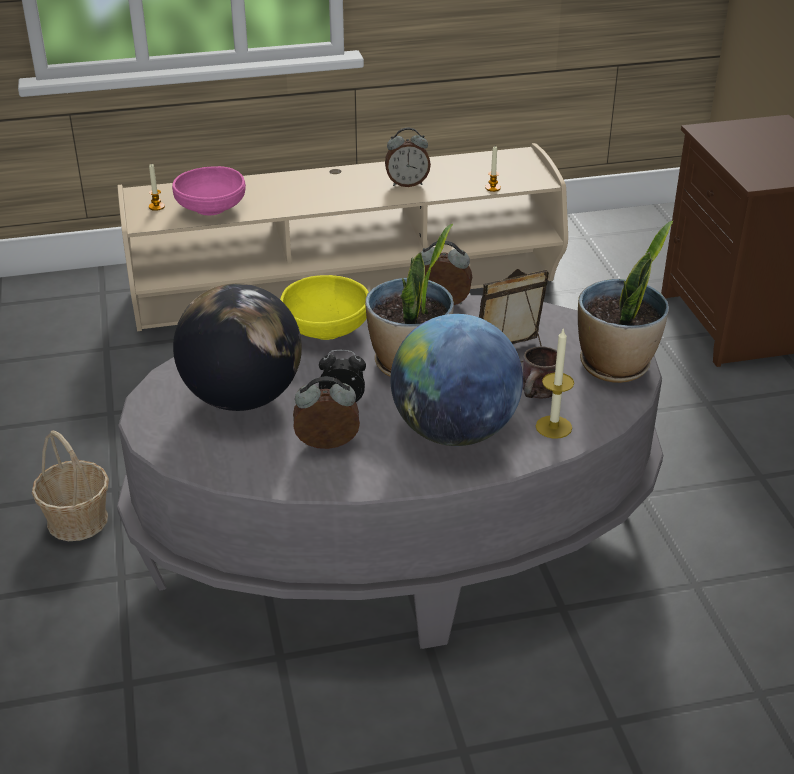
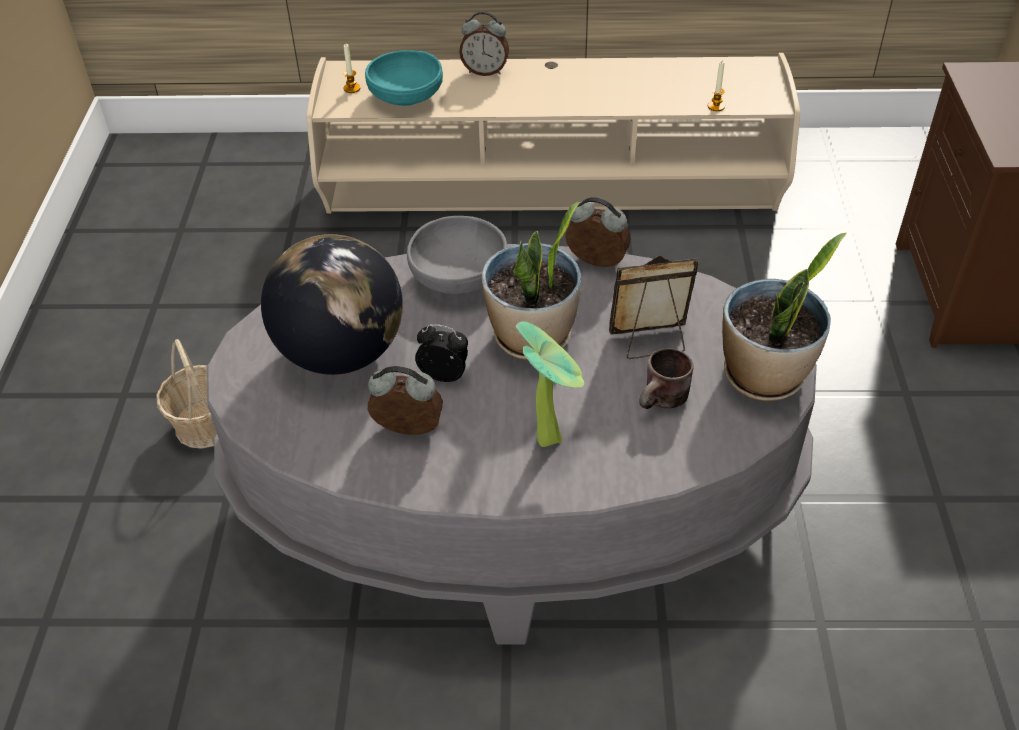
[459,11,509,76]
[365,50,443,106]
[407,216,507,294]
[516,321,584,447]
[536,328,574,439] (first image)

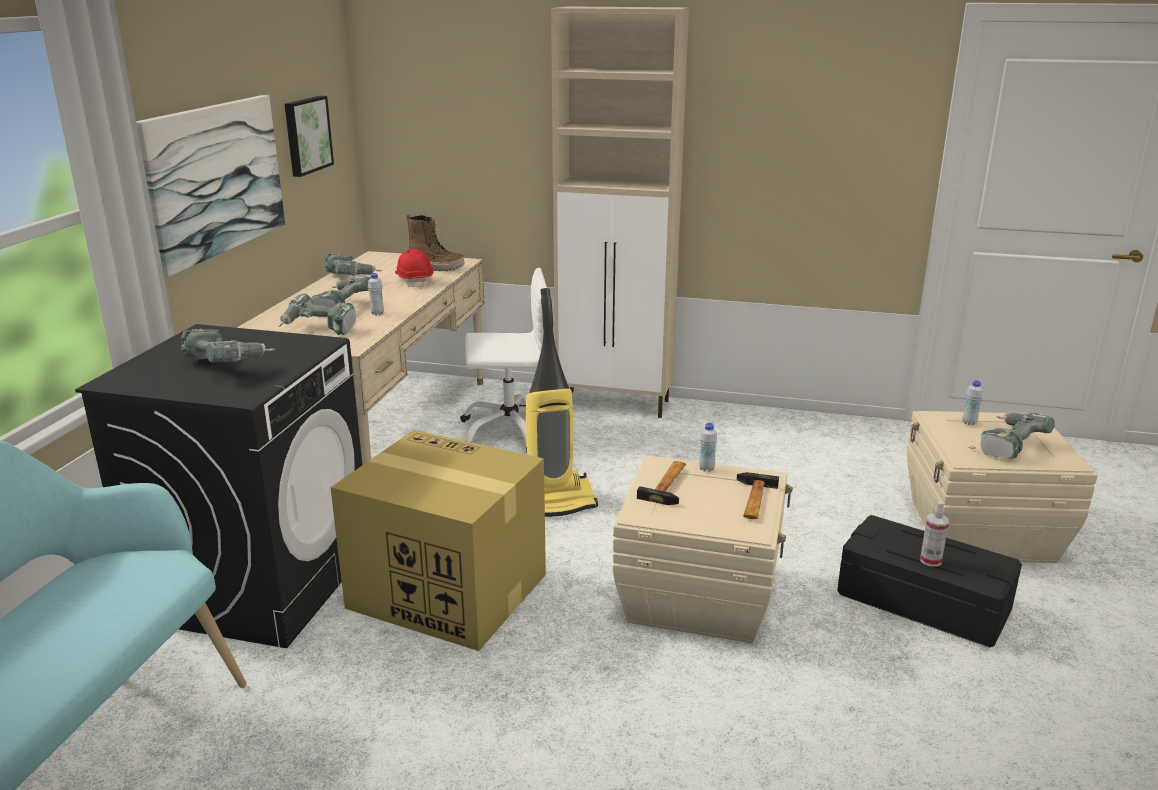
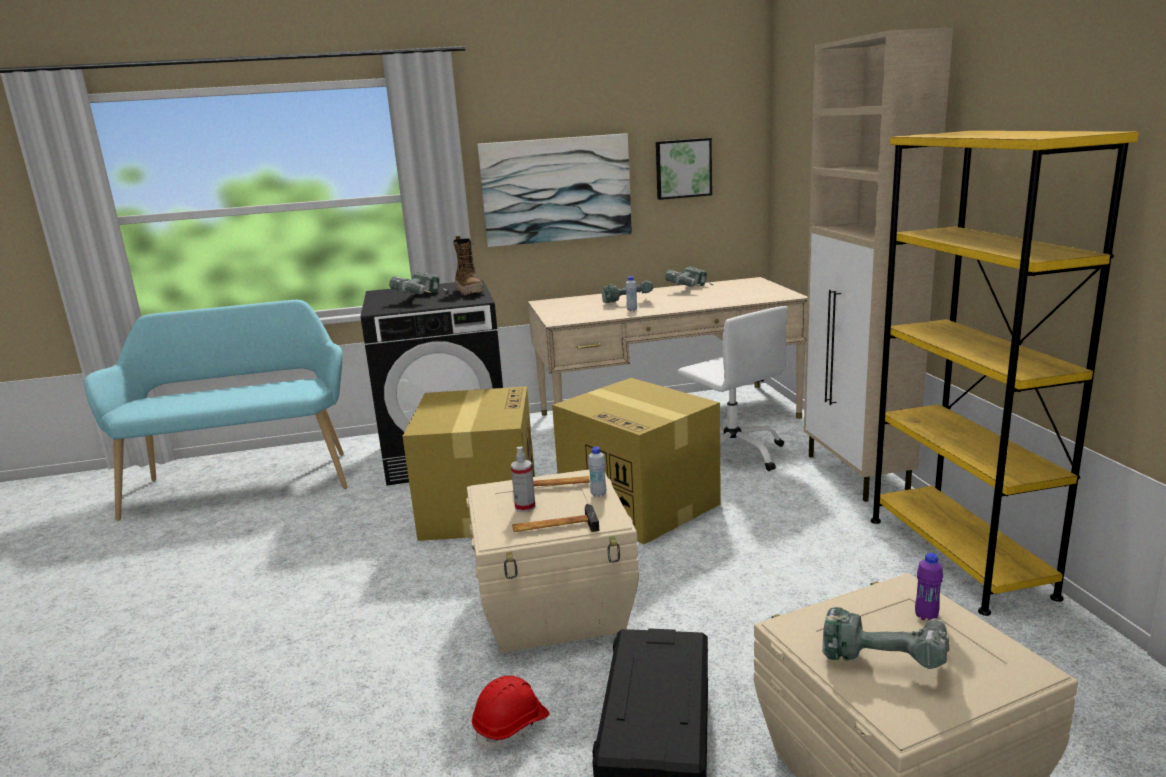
[453,236,484,295]
[472,675,550,751]
[552,378,721,545]
[278,293,356,337] (first image)
[915,553,943,620]
[511,447,535,512]
[871,131,1139,616]

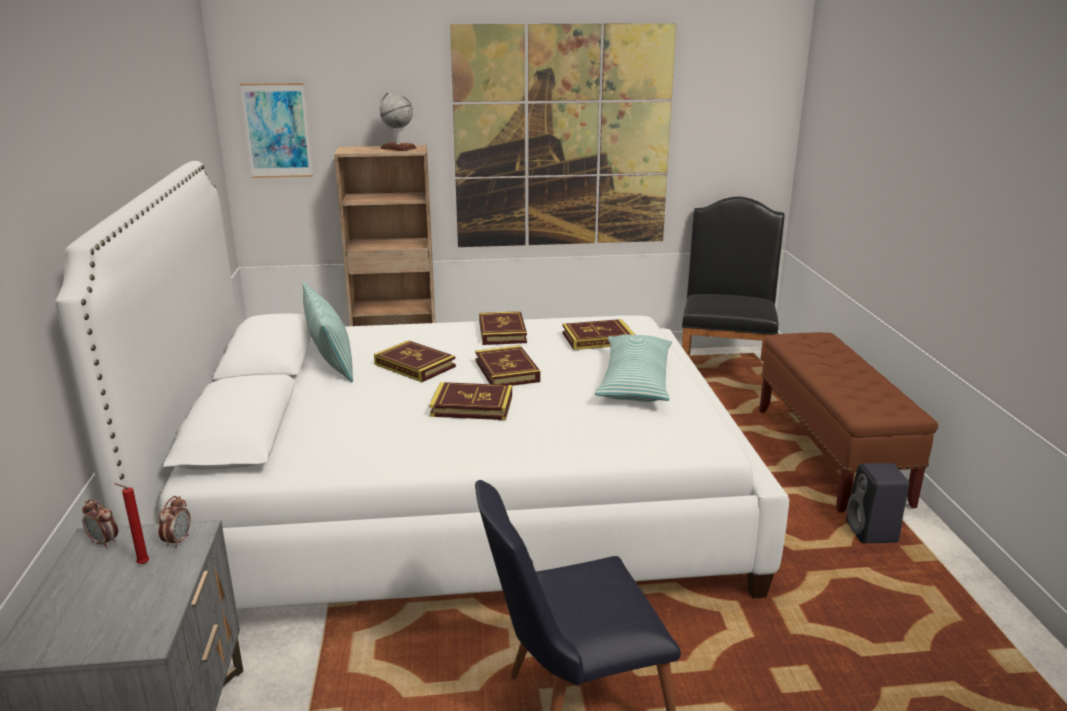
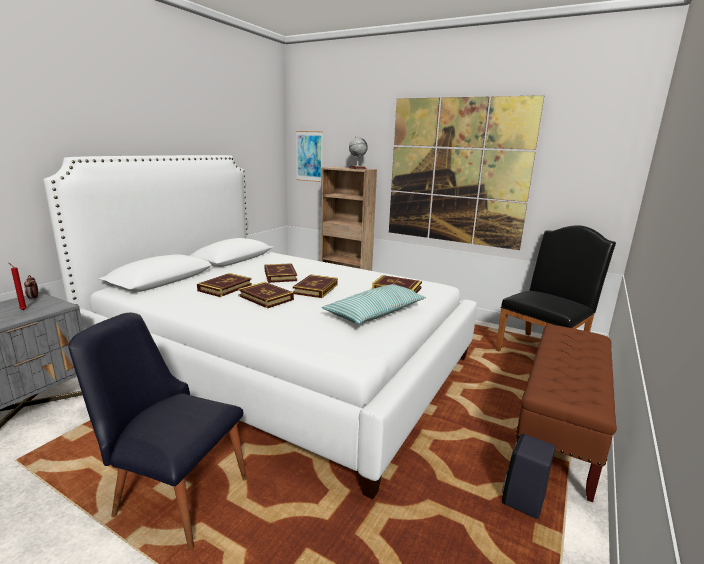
[303,282,353,382] (first image)
[197,273,252,297]
[158,496,191,548] (first image)

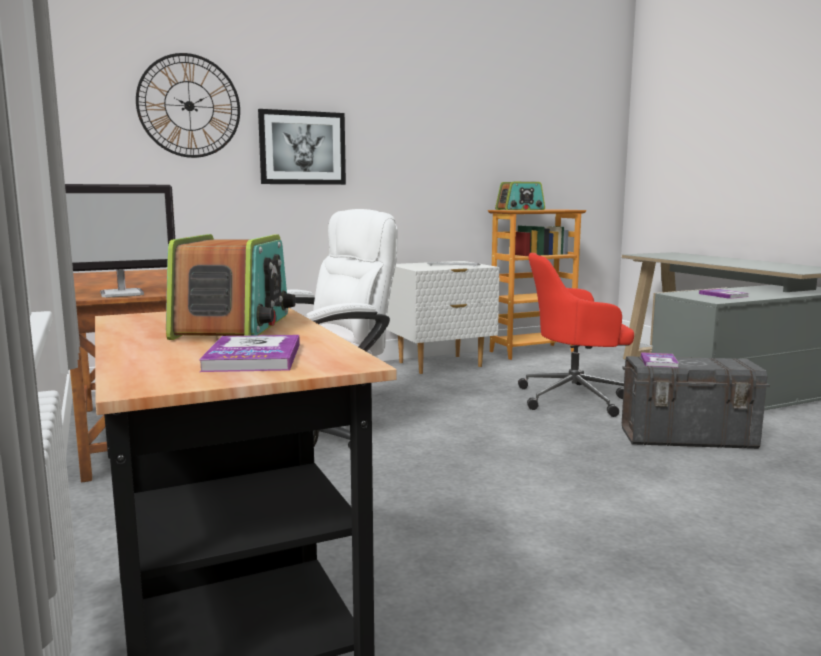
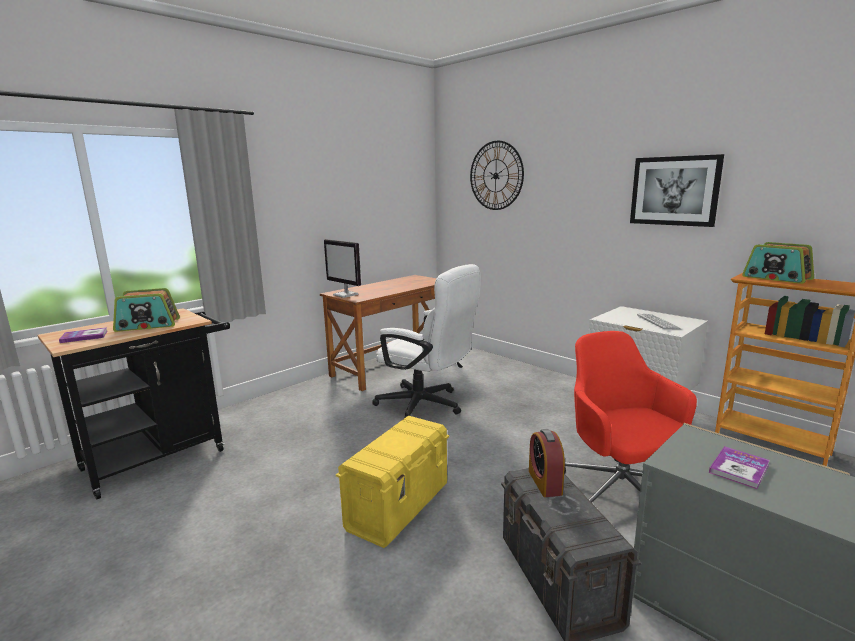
[630,154,724,227]
[529,429,565,497]
[336,415,449,548]

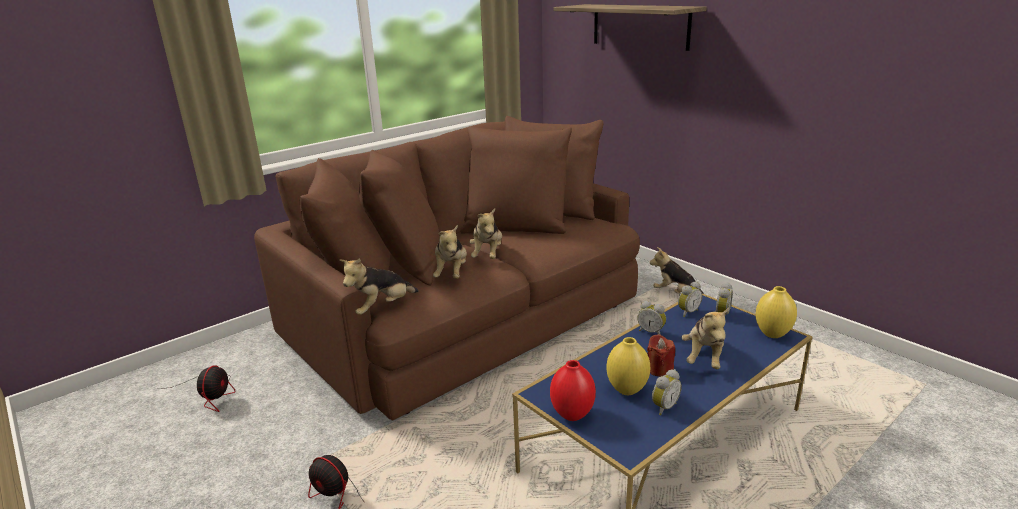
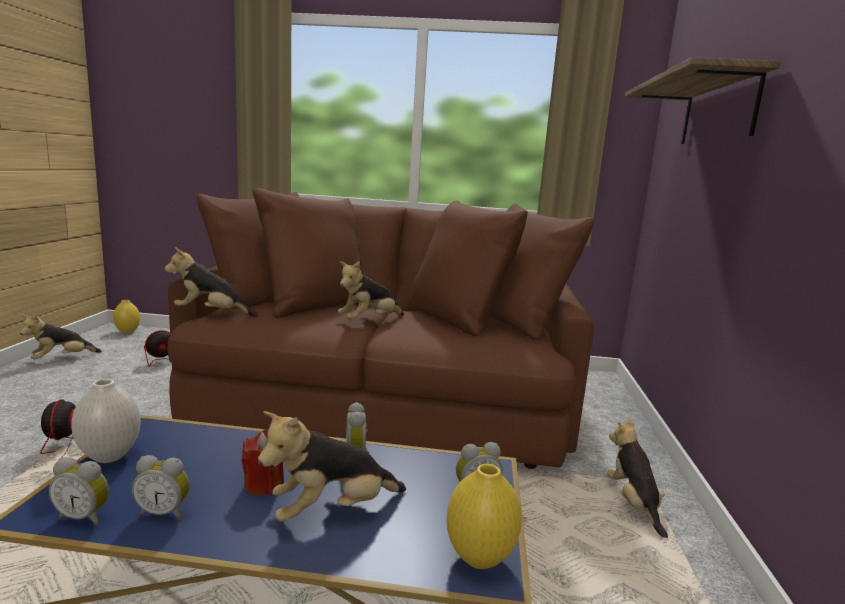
[20,315,102,359]
[49,457,109,525]
[113,300,140,334]
[71,379,141,463]

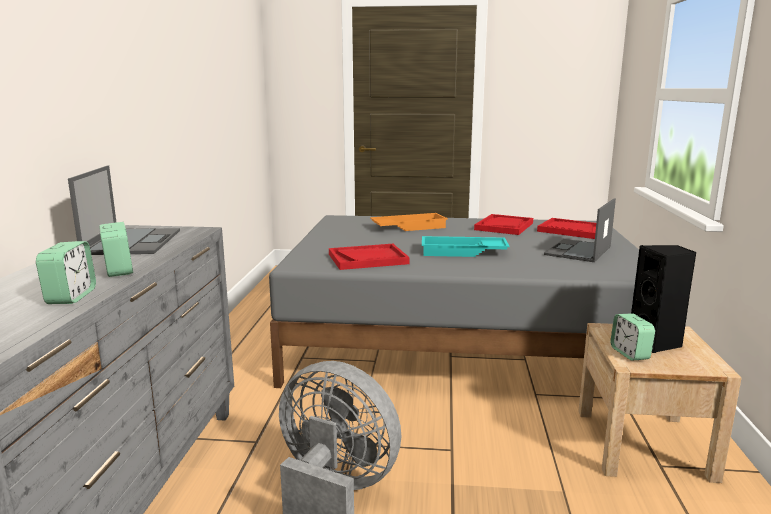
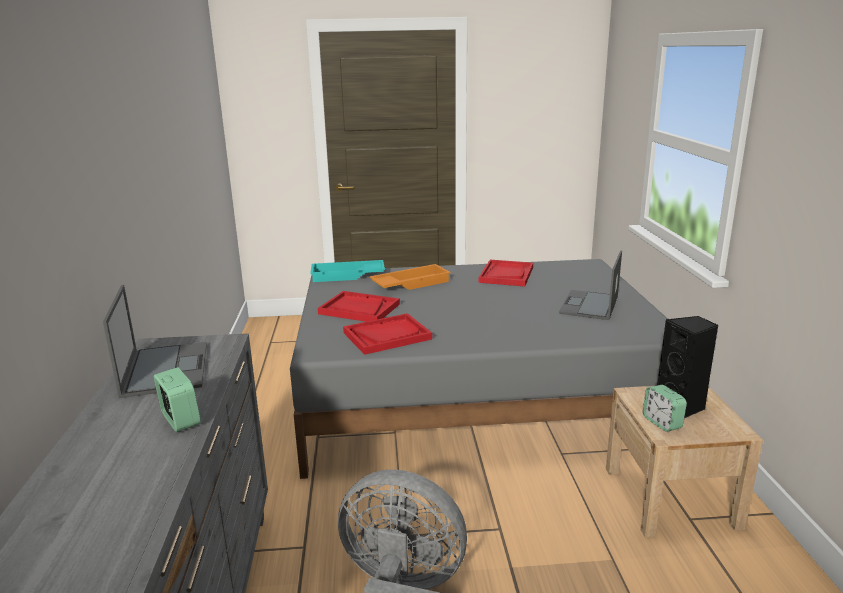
[318,291,400,322]
[310,260,385,282]
[36,241,96,304] (first image)

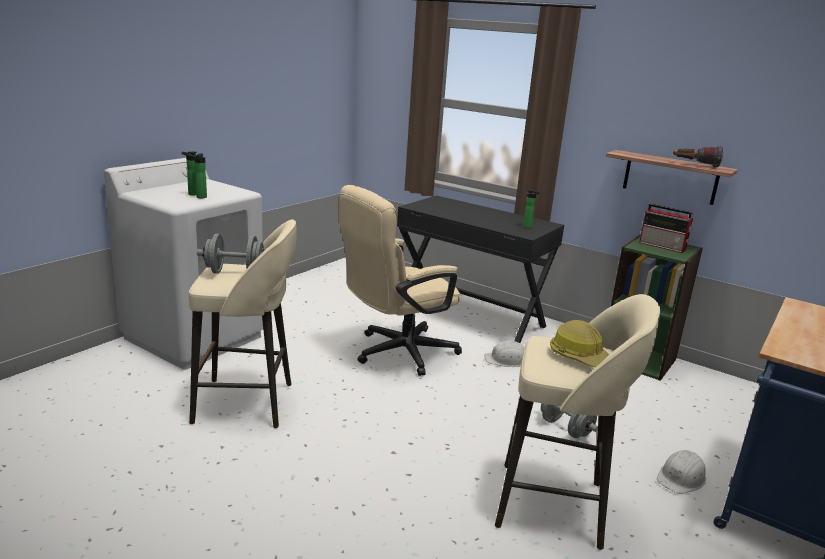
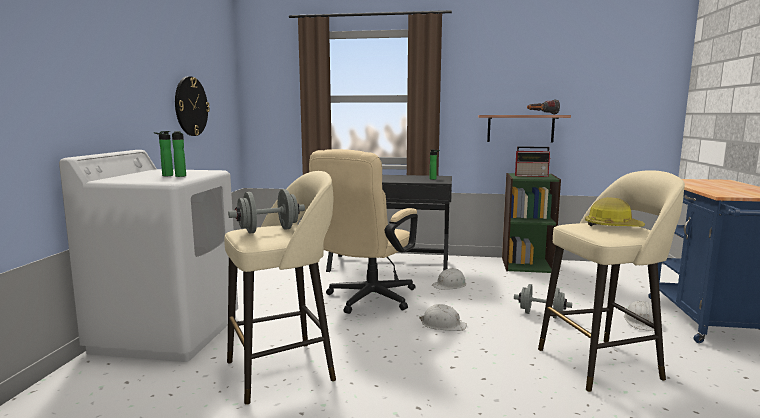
[175,76,210,136]
[419,304,467,331]

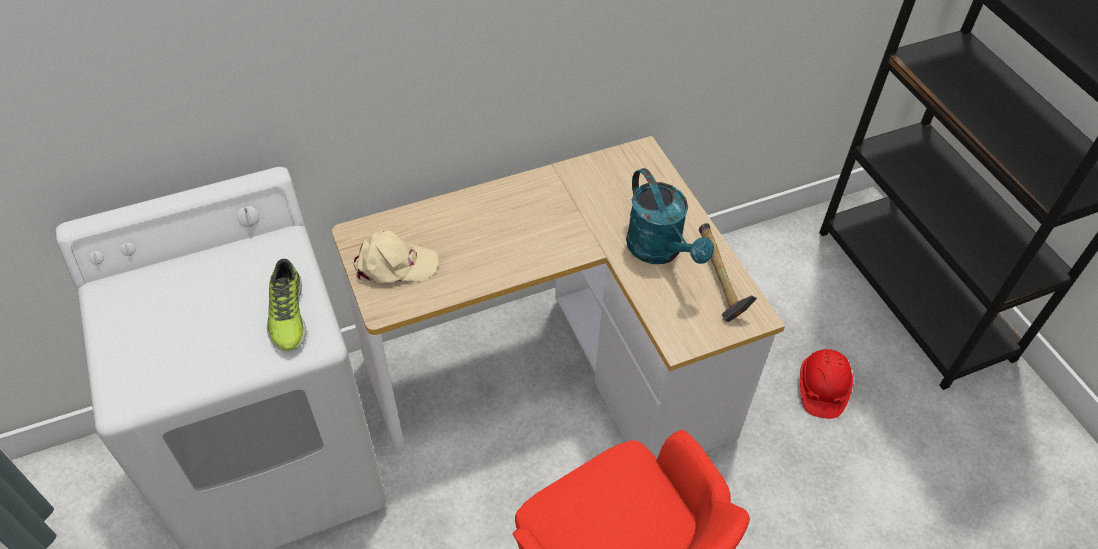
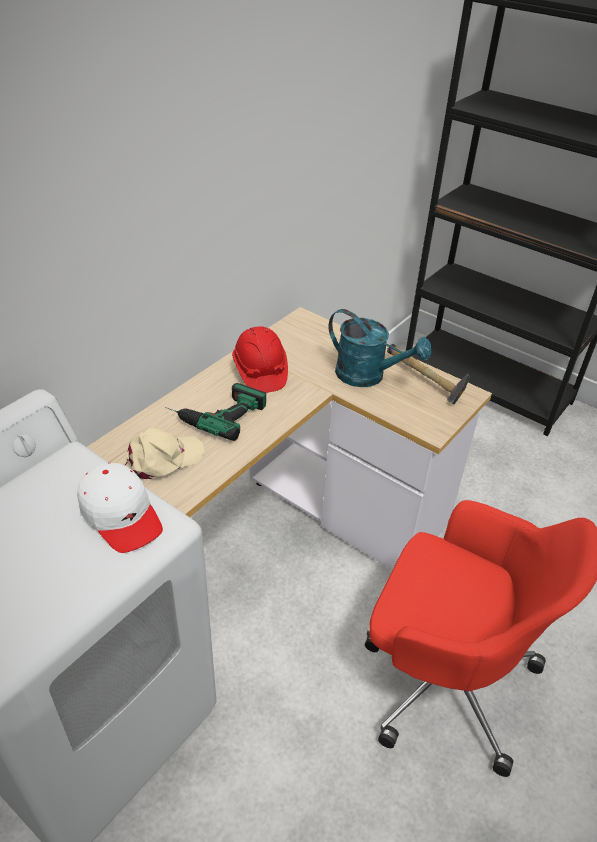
[77,463,163,553]
[232,326,288,393]
[165,383,266,441]

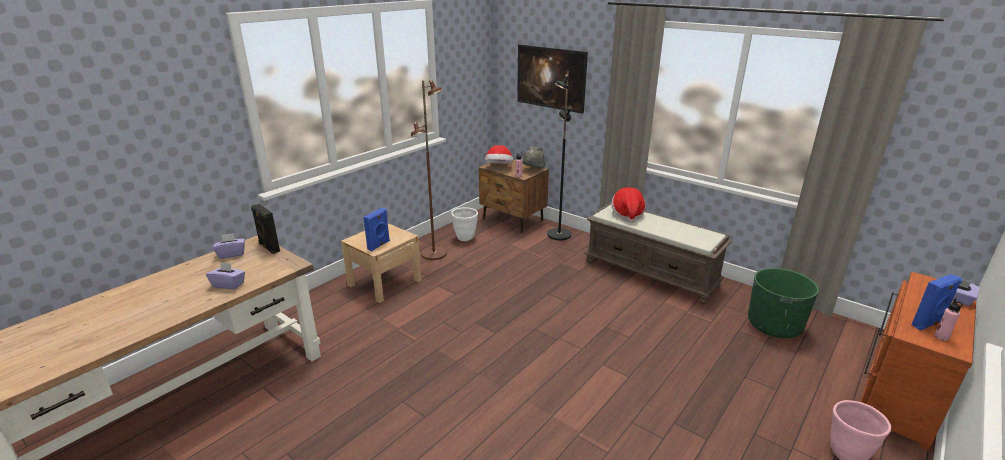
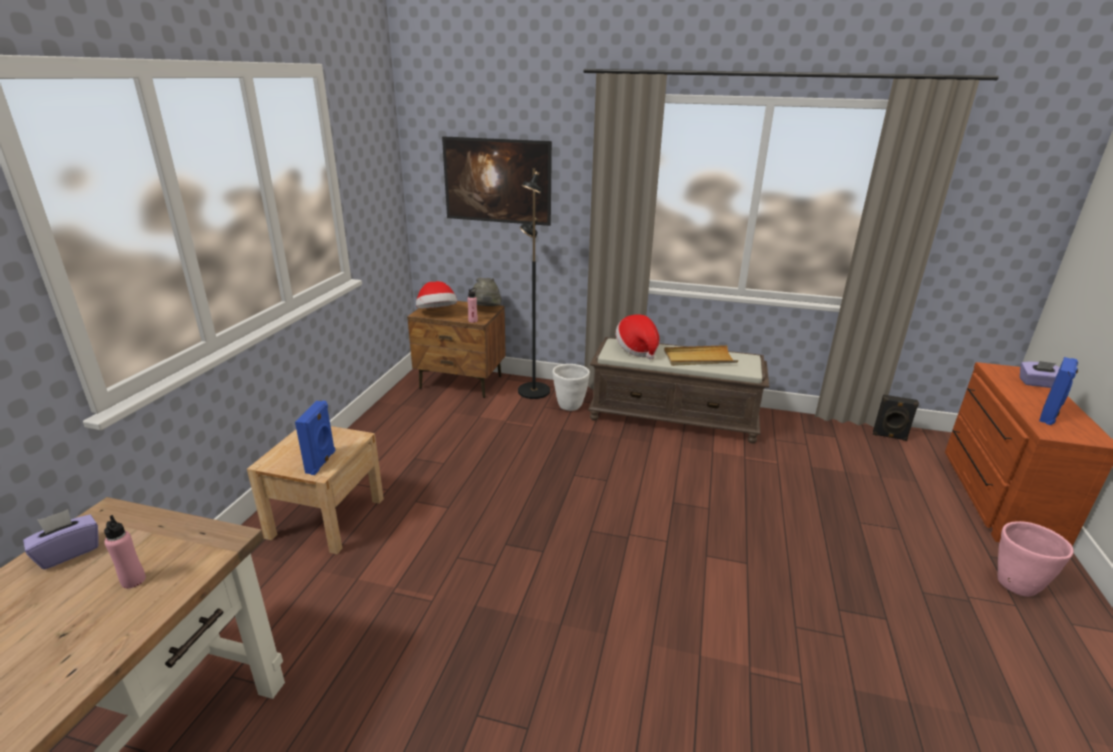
[411,79,447,260] (first image)
[873,394,919,441]
[553,364,590,411]
[206,262,245,290] (first image)
[748,268,819,338] (first image)
[104,515,146,589]
[664,345,738,366]

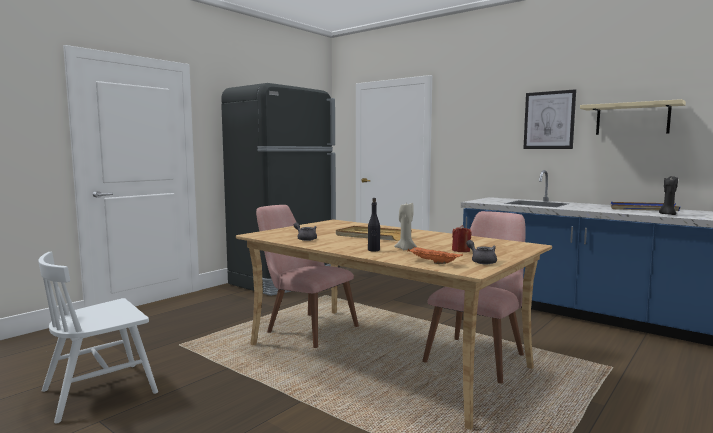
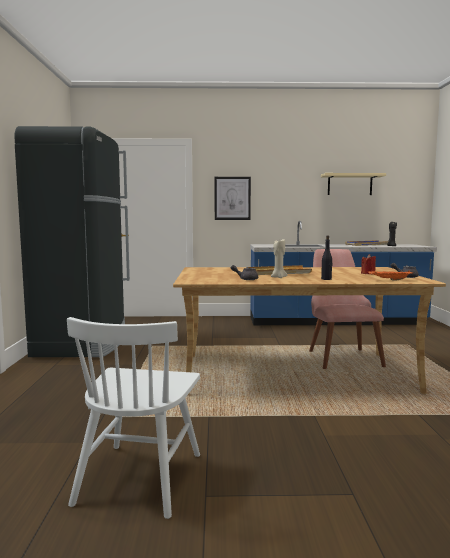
[215,177,251,220]
[271,239,288,278]
[256,205,359,348] (first image)

